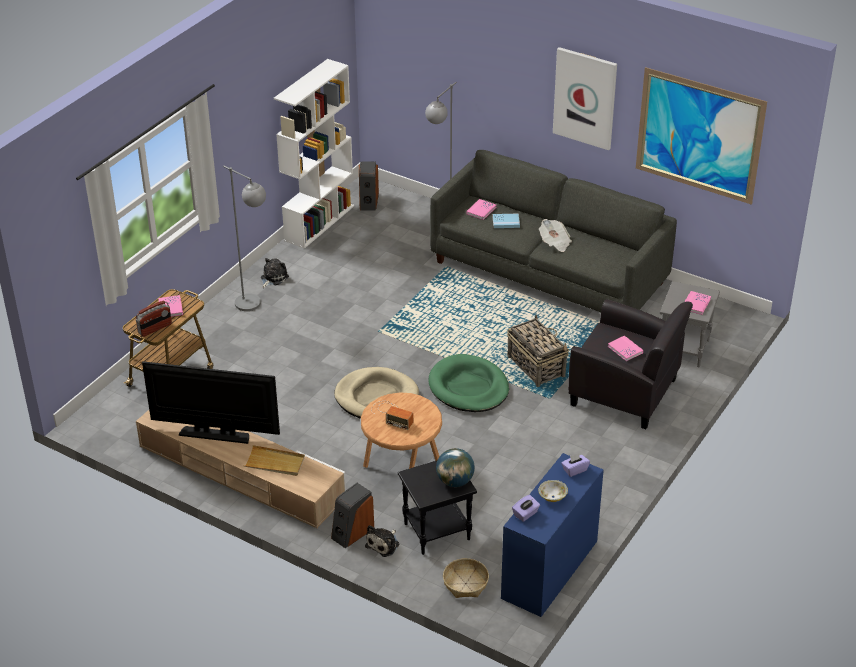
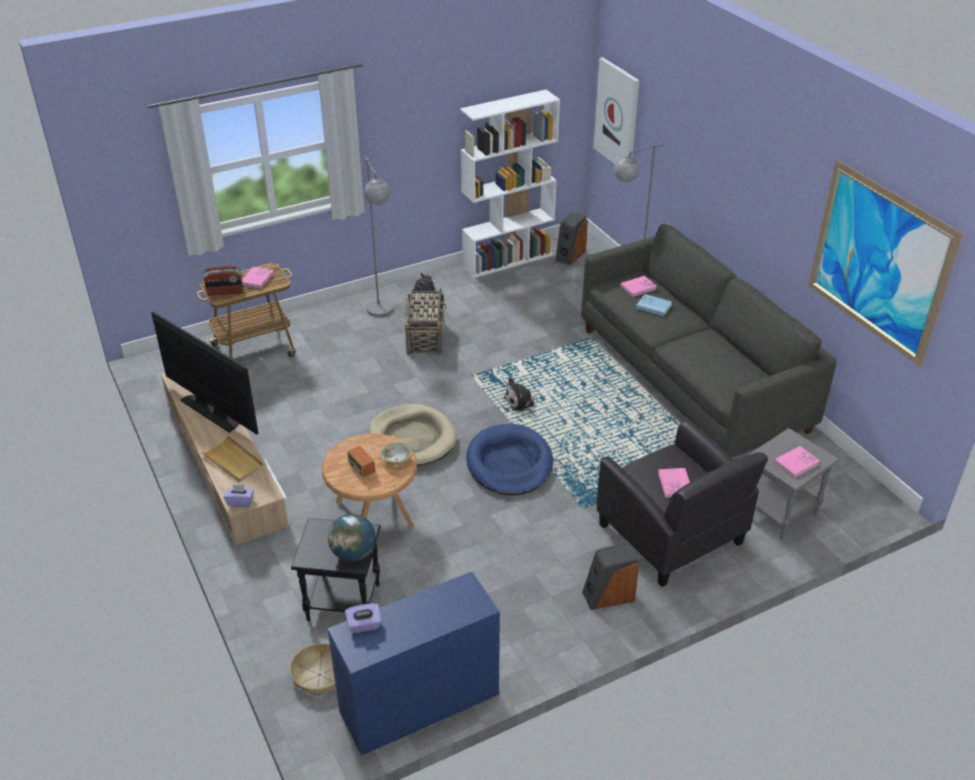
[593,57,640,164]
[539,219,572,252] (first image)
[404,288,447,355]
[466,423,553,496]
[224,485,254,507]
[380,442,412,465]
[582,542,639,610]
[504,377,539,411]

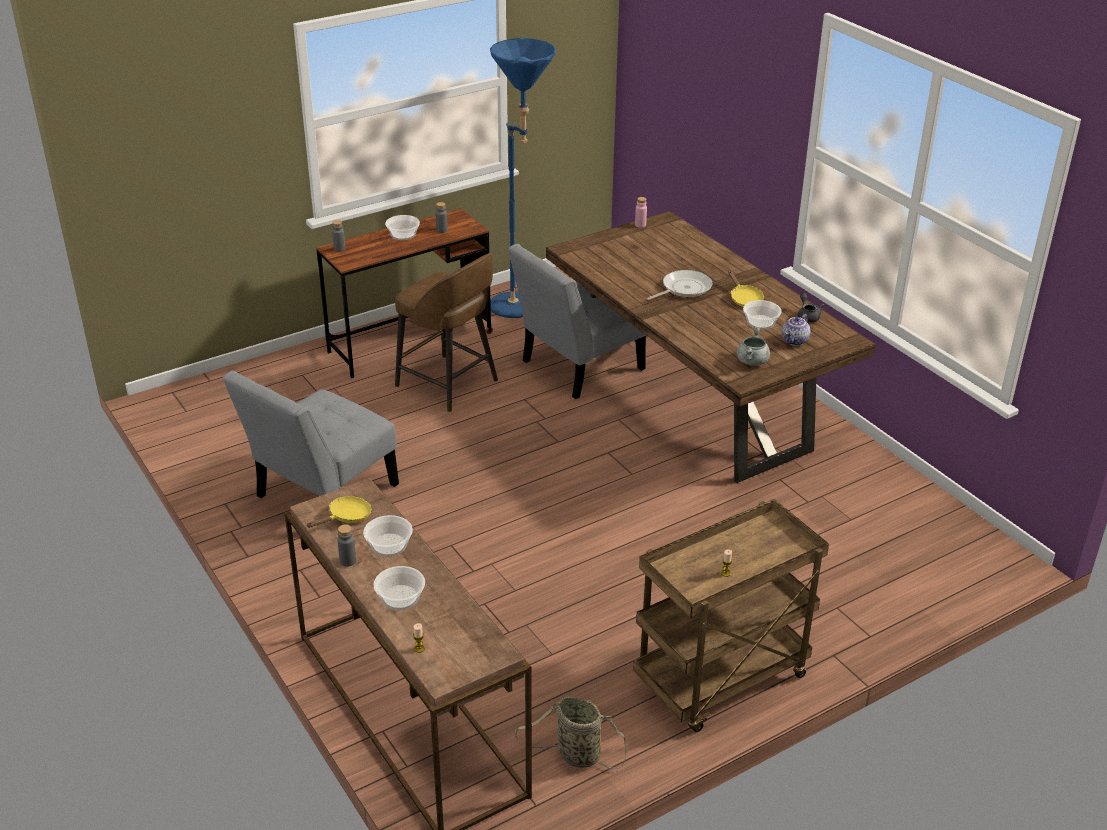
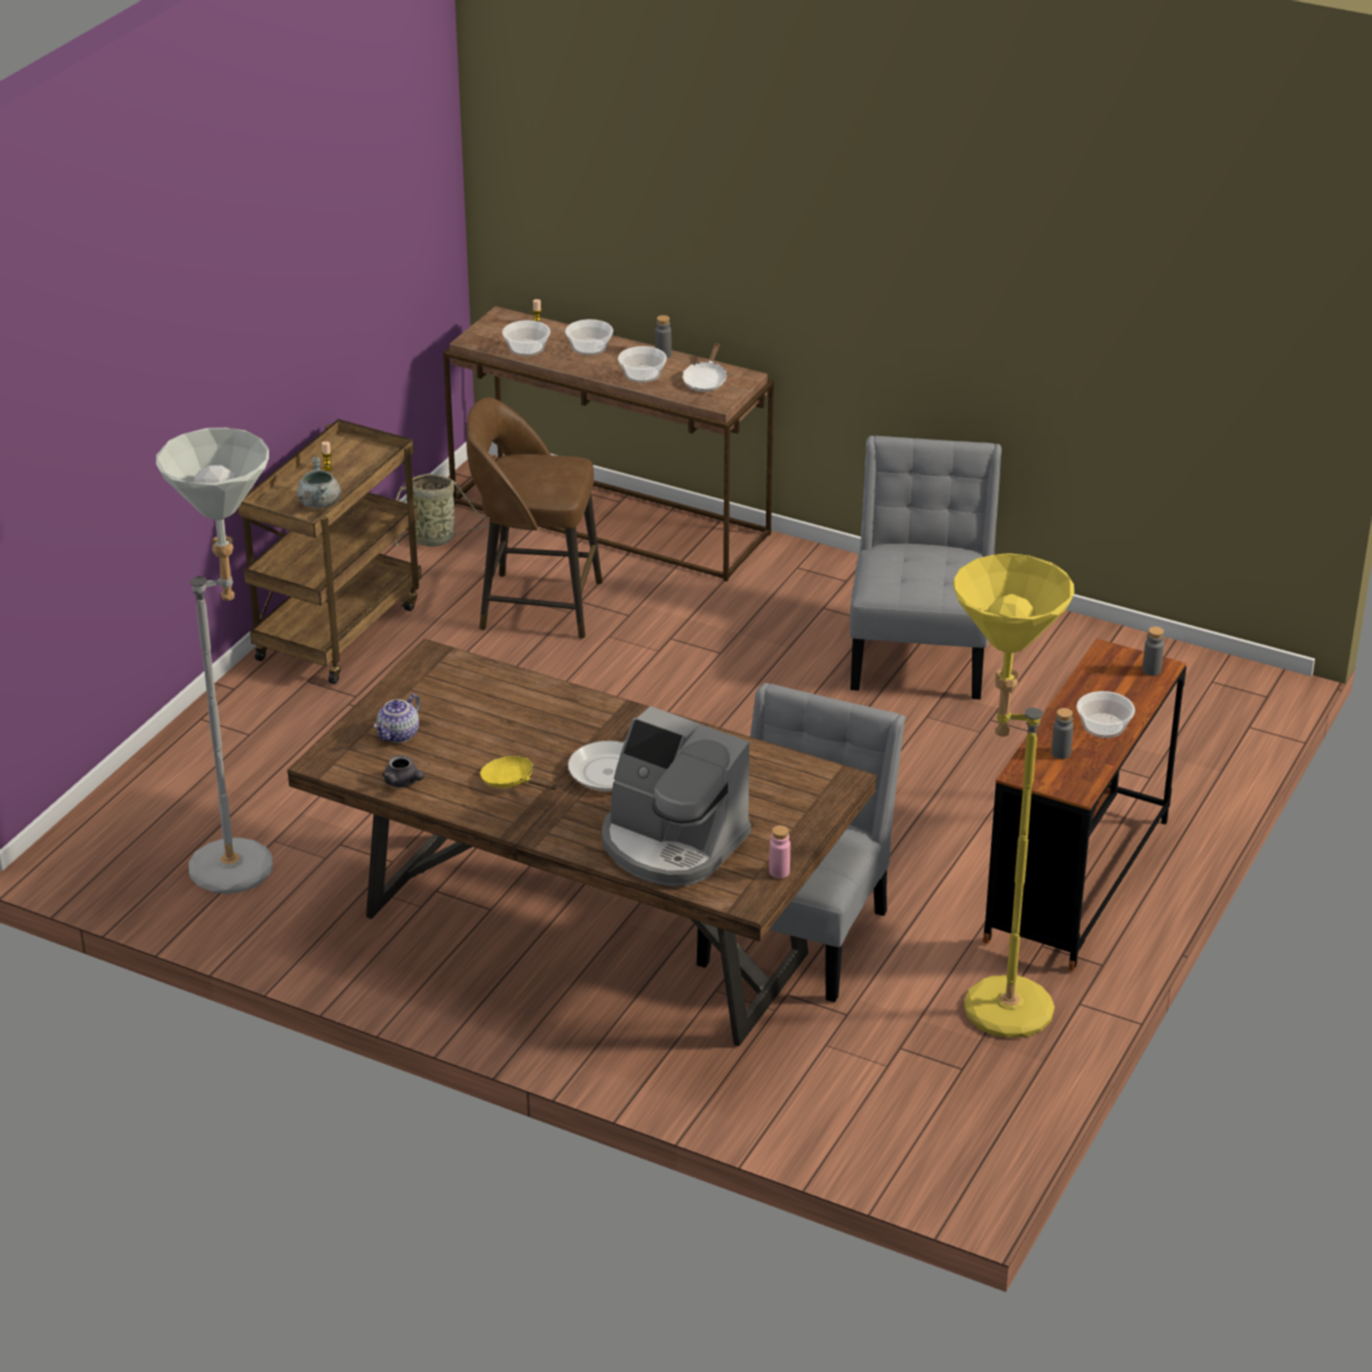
[953,553,1074,1038]
[466,397,602,639]
[502,320,550,356]
[374,694,421,743]
[297,457,341,508]
[682,343,727,392]
[156,428,273,894]
[602,706,751,886]

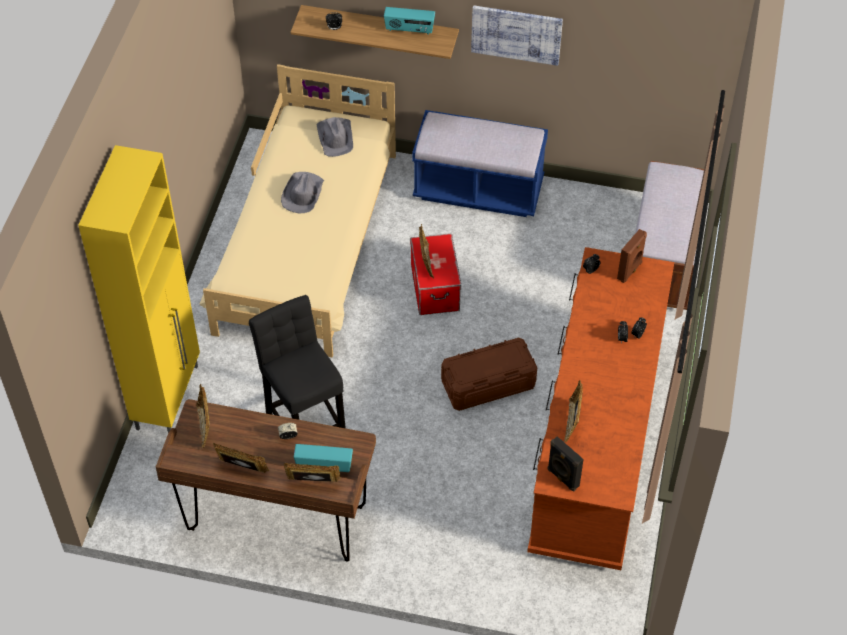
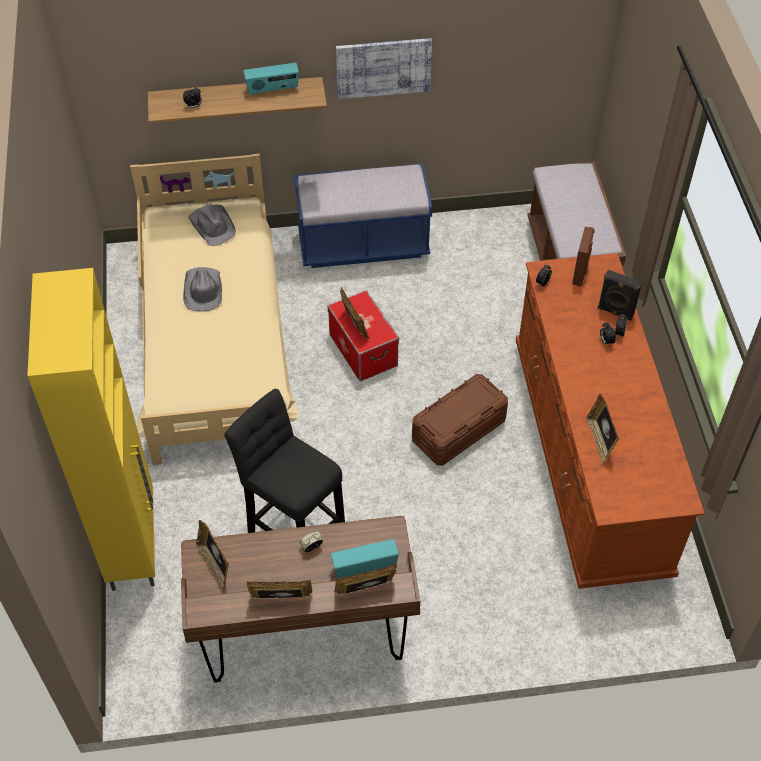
[598,270,642,321]

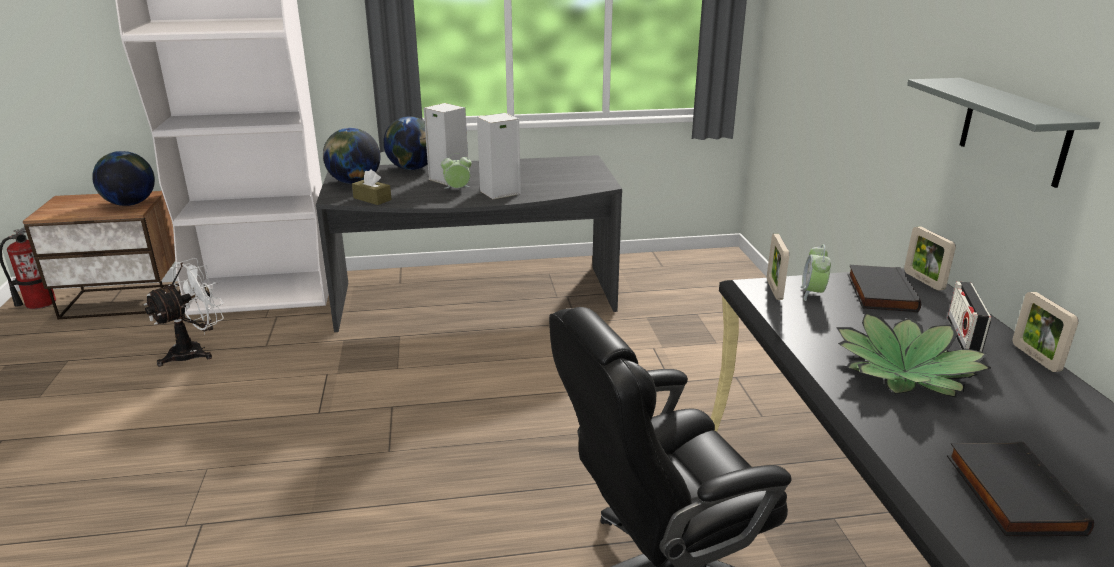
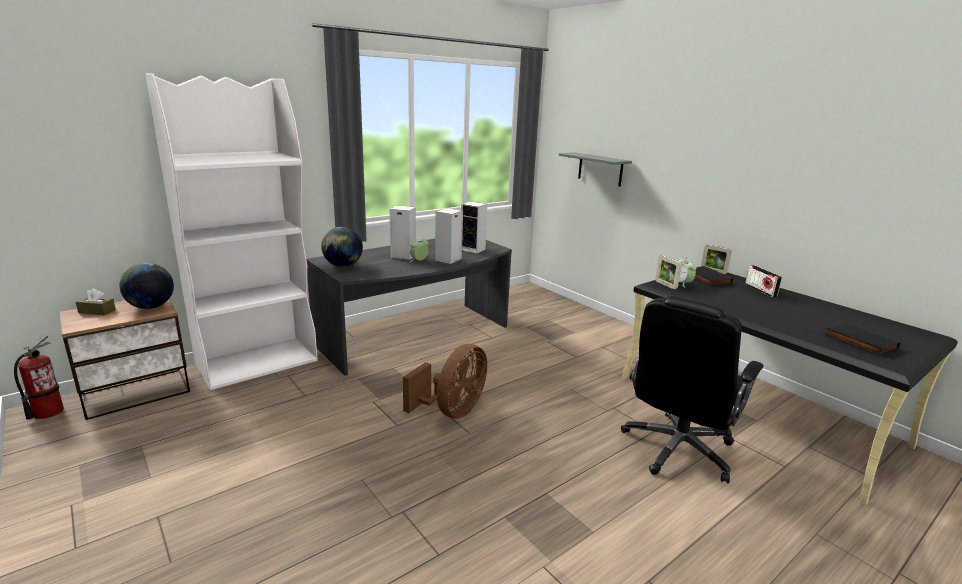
[559,152,632,186]
[383,116,428,170] (first image)
[76,288,116,315]
[144,258,224,367] (first image)
[1012,292,1079,372] (first image)
[836,312,991,398] (first image)
[461,201,487,254]
[403,344,487,419]

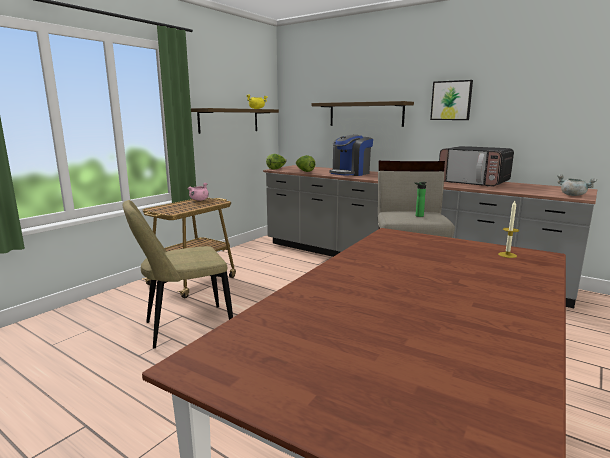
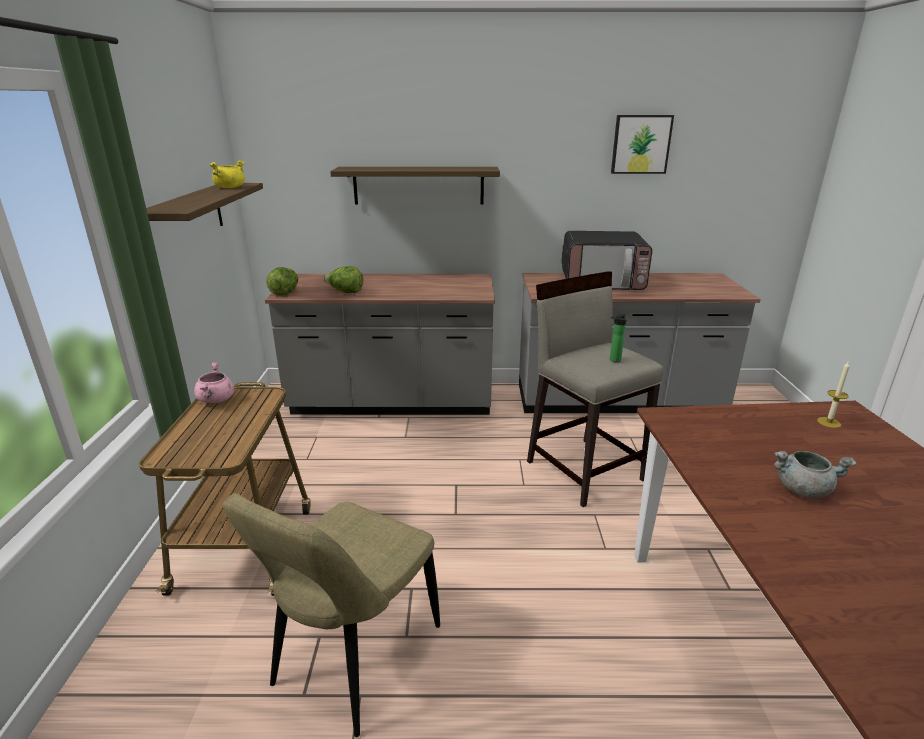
[611,115,674,174]
[329,135,373,176] (first image)
[774,451,857,498]

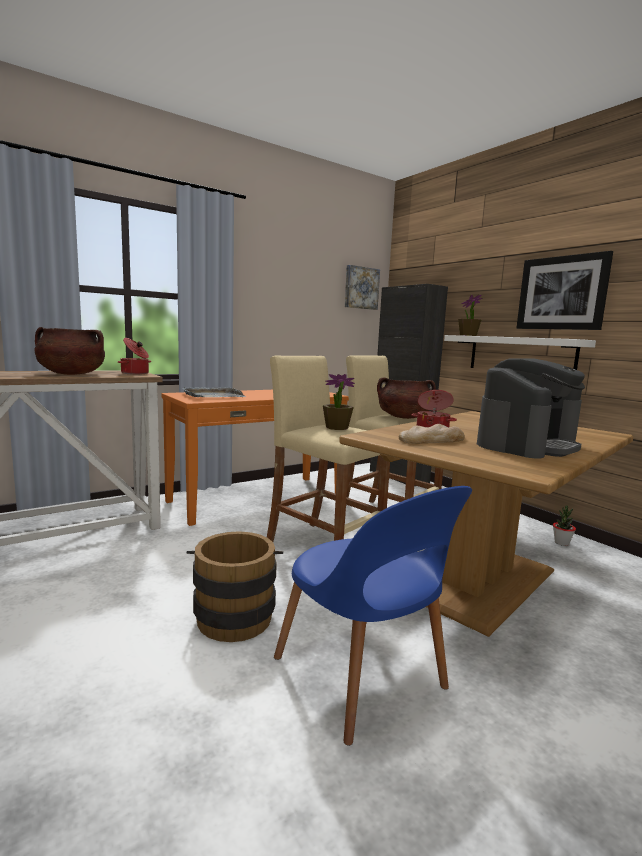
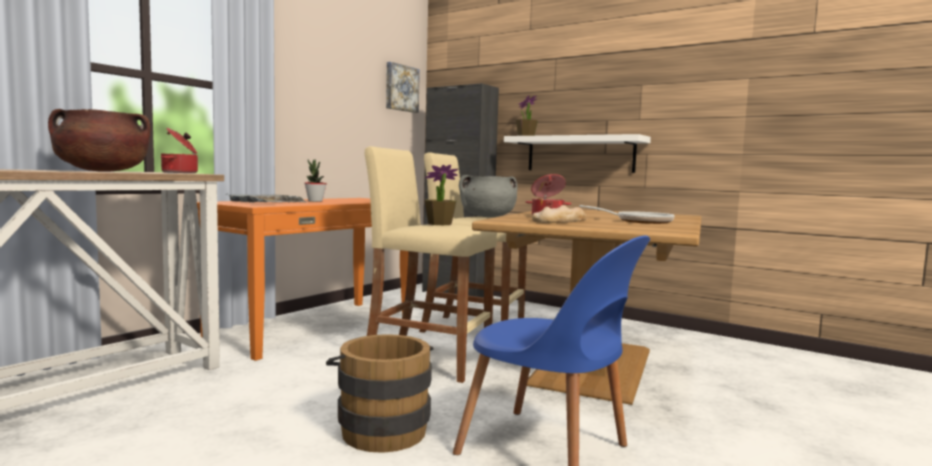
[517,251,613,330] (first image)
[579,205,675,224]
[459,175,518,217]
[304,159,327,202]

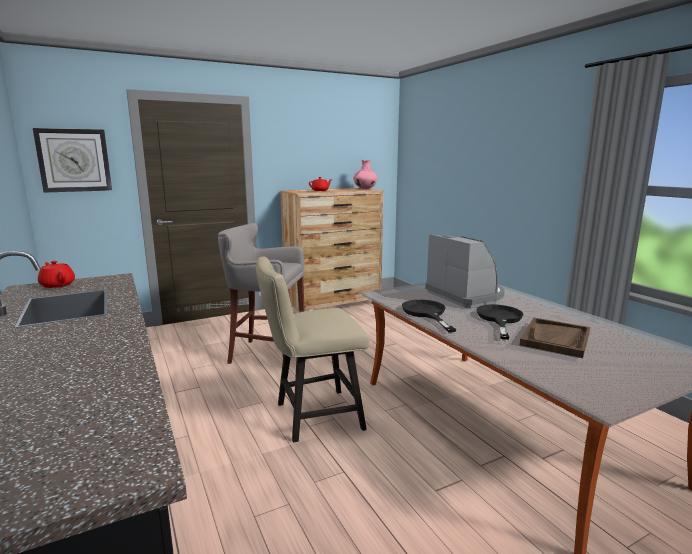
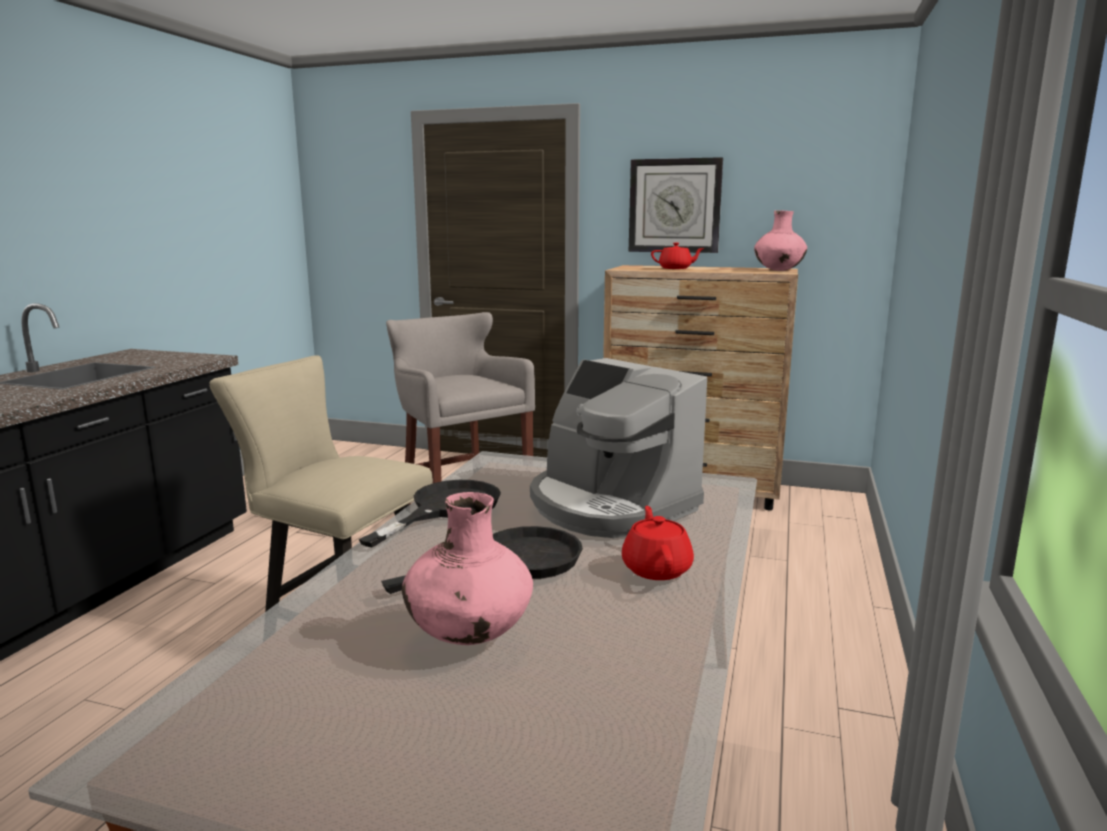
[629,157,723,253]
[530,358,707,538]
[622,506,694,580]
[402,492,533,645]

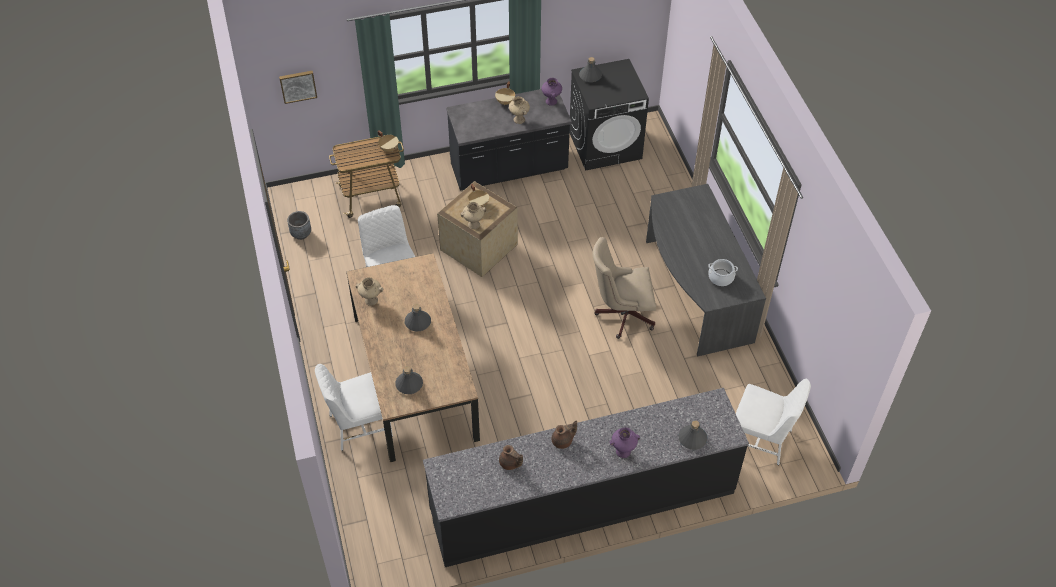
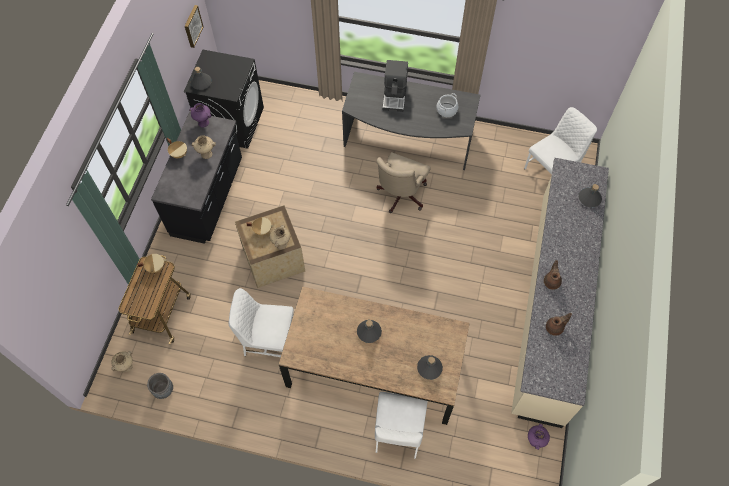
[185,5,204,48]
[111,351,133,372]
[511,158,609,428]
[528,424,550,450]
[382,60,408,112]

